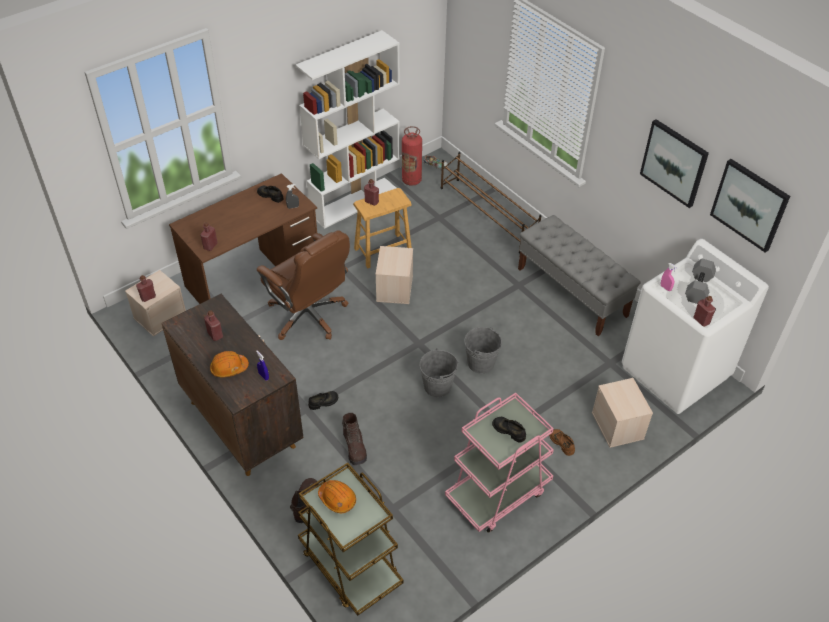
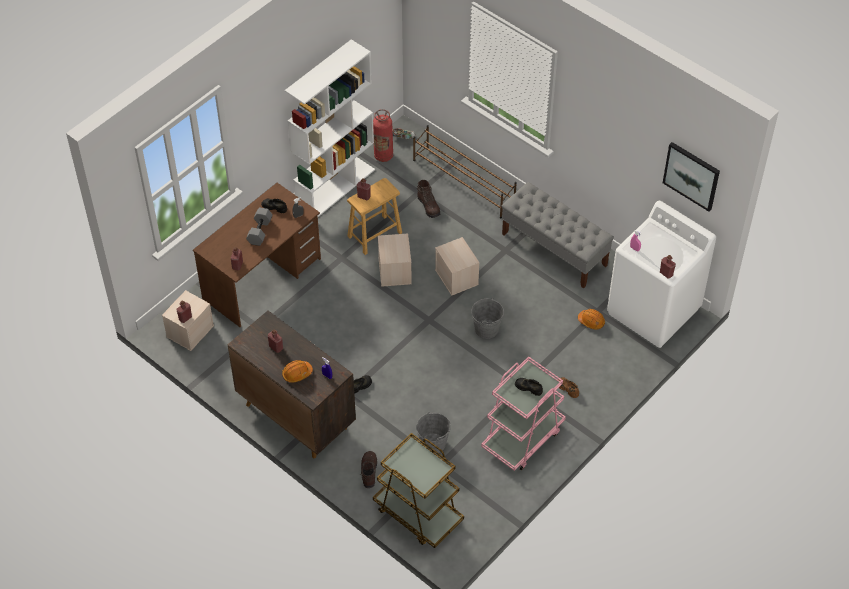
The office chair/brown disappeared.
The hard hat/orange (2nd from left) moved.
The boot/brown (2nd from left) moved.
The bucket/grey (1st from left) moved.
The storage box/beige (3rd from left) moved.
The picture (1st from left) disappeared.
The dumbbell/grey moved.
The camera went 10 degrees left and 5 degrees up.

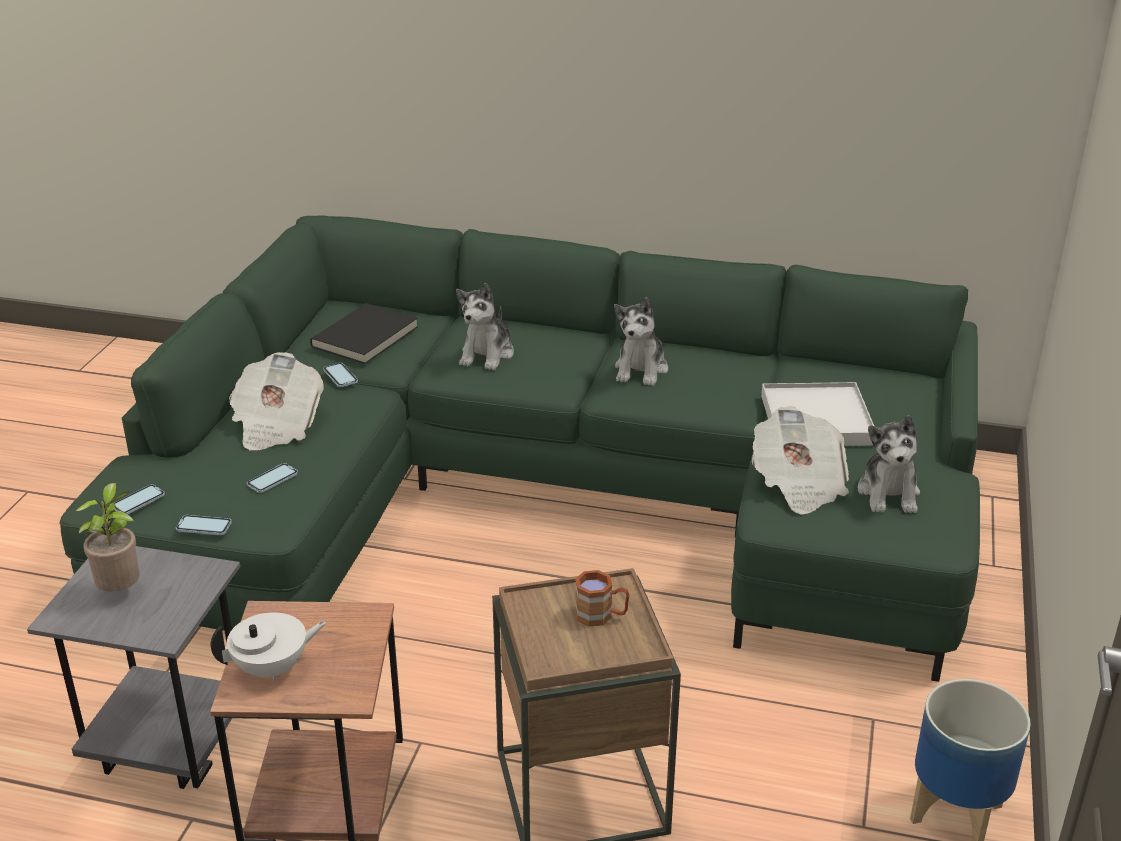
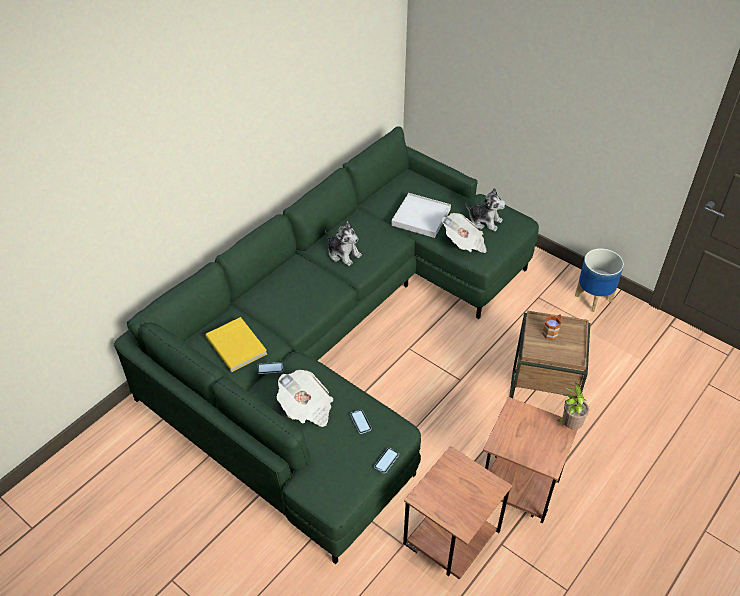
The side table/grey became the side table/brown (1st from left).
The potted plant moved.
The phone (1st from left) disappeared.
The teapot/white disappeared.
The book/black became the book/yellow.
The plush toy (1st from left) disappeared.
The camera went 65 degrees left and 15 degrees up.

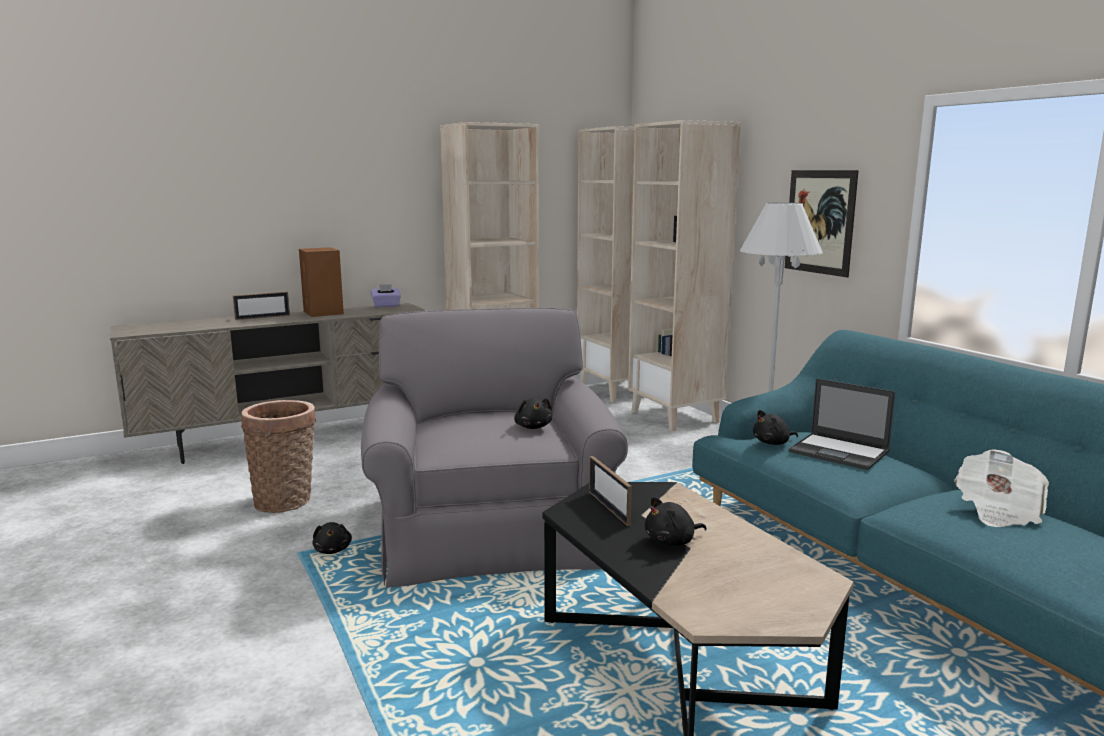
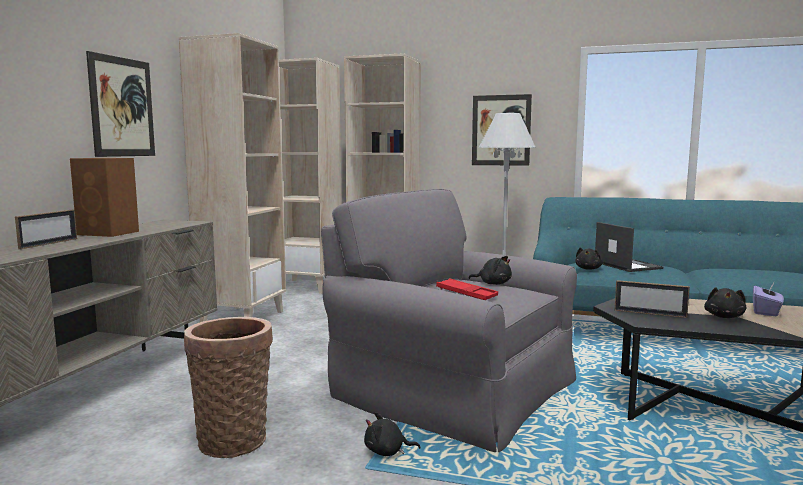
The plush toy/black (1st from left) turned 150 degrees clockwise.
The tissue box/purple moved.
The laptop turned 105 degrees counterclockwise.
The newspaper disappeared.
The picture (1st from left) appeared.
The tray/red appeared.
The camera went 45 degrees left and 5 degrees down.

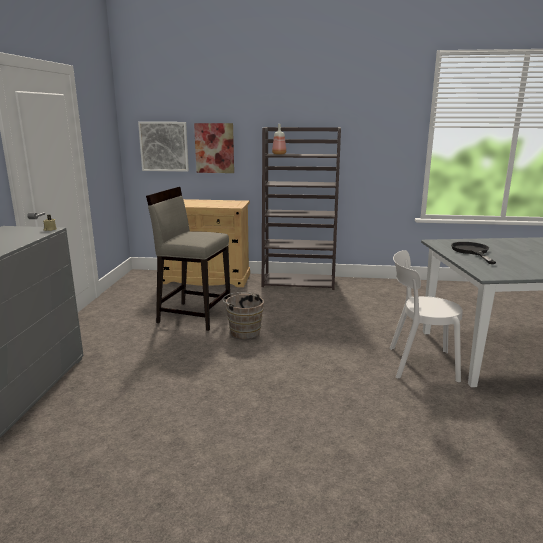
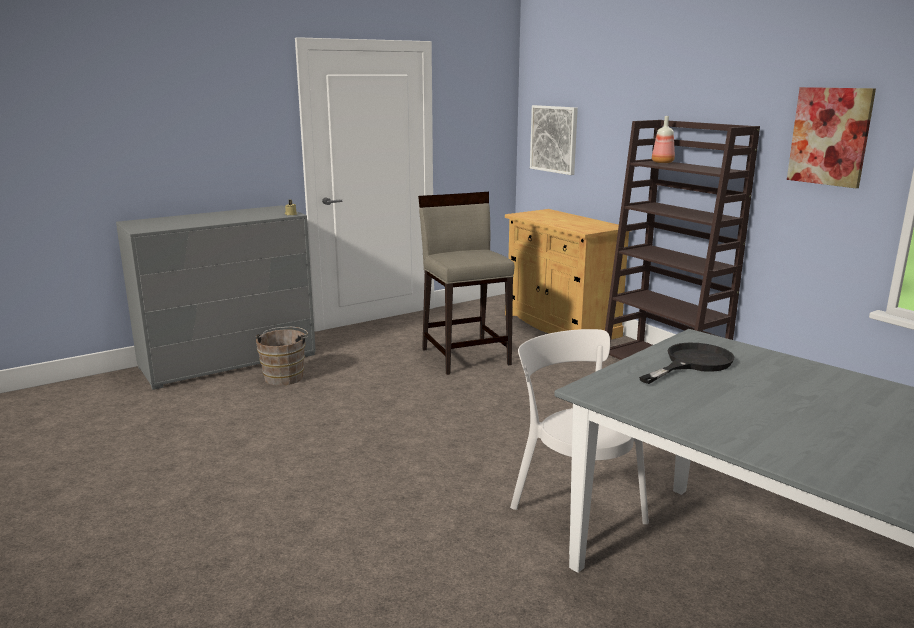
The picture (2nd from left) moved.
The bucket/brown moved.
The camera went 50 degrees right and 0 degrees up.

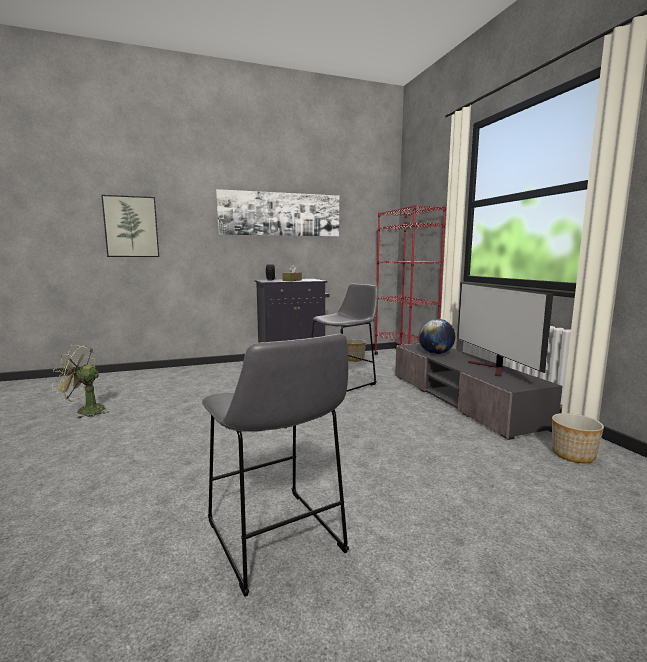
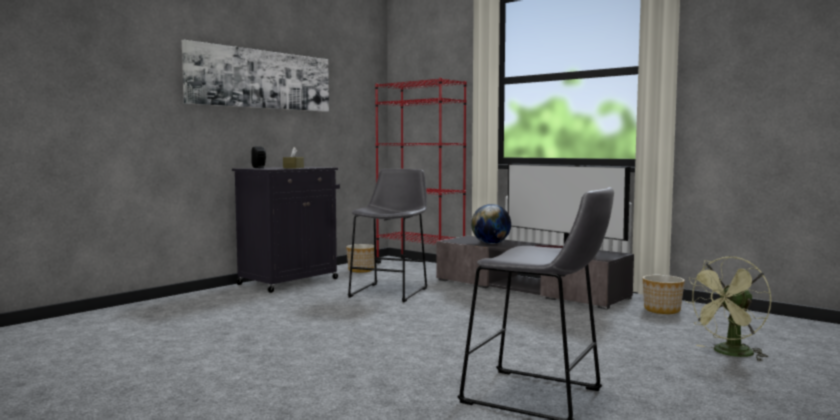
The fan/green moved.
The picture (1st from left) disappeared.
The camera went 30 degrees left and 5 degrees down.

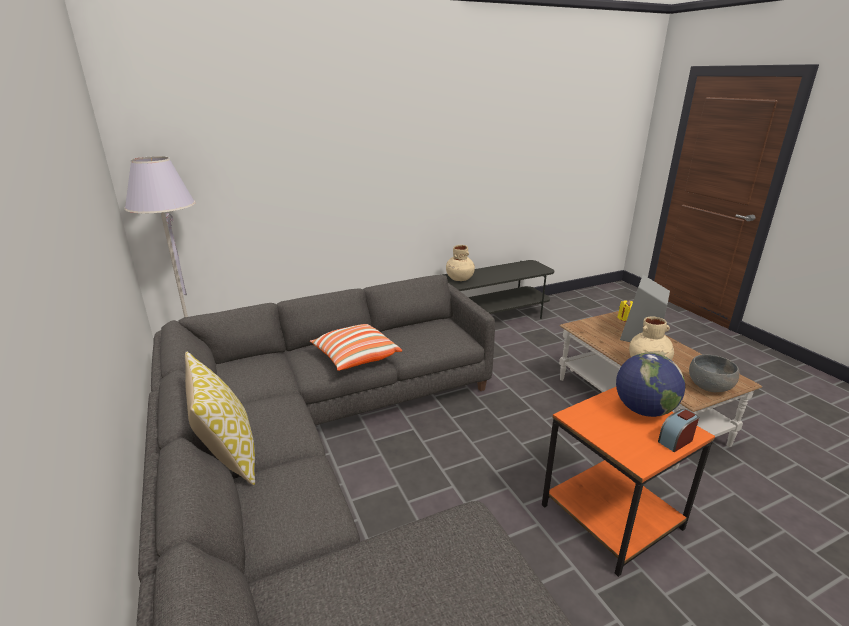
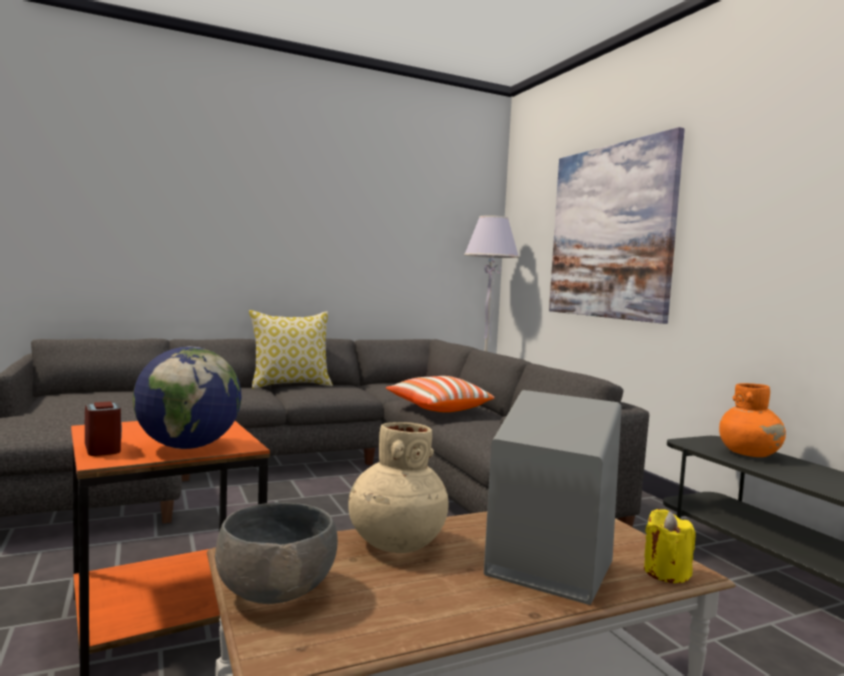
The vase/beige (1st from left) became the vase/orange.
The picture appeared.
The camera went 90 degrees right and 20 degrees down.

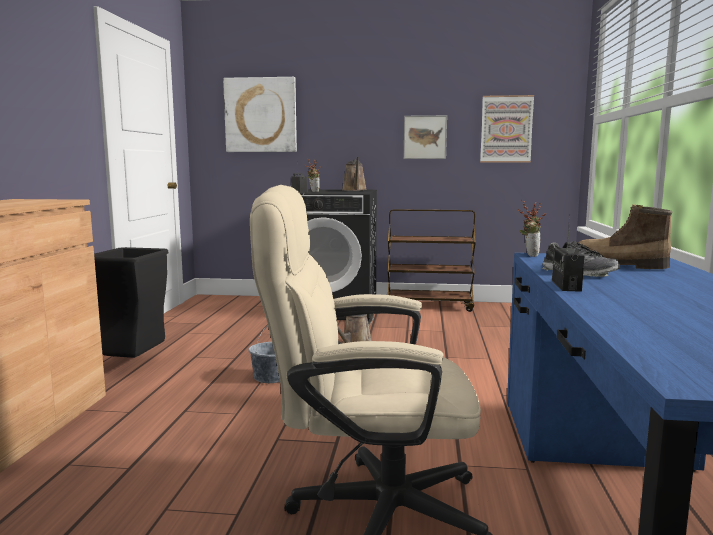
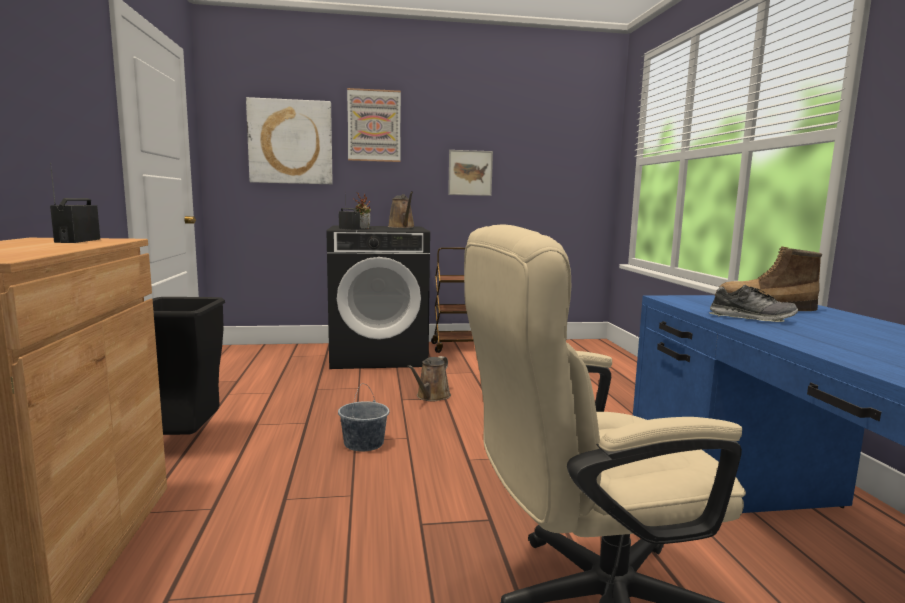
The picture (3rd from left in the first image) moved.
The potted plant (2nd from left) disappeared.
The radio (2nd from left in the first image) moved.
The camera went 15 degrees left and 0 degrees up.

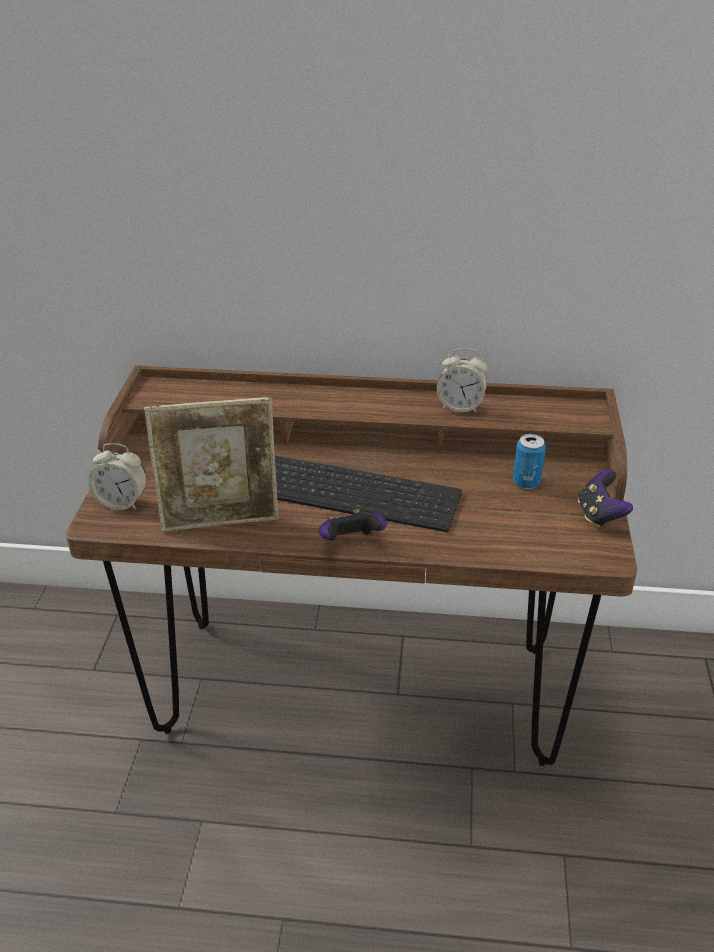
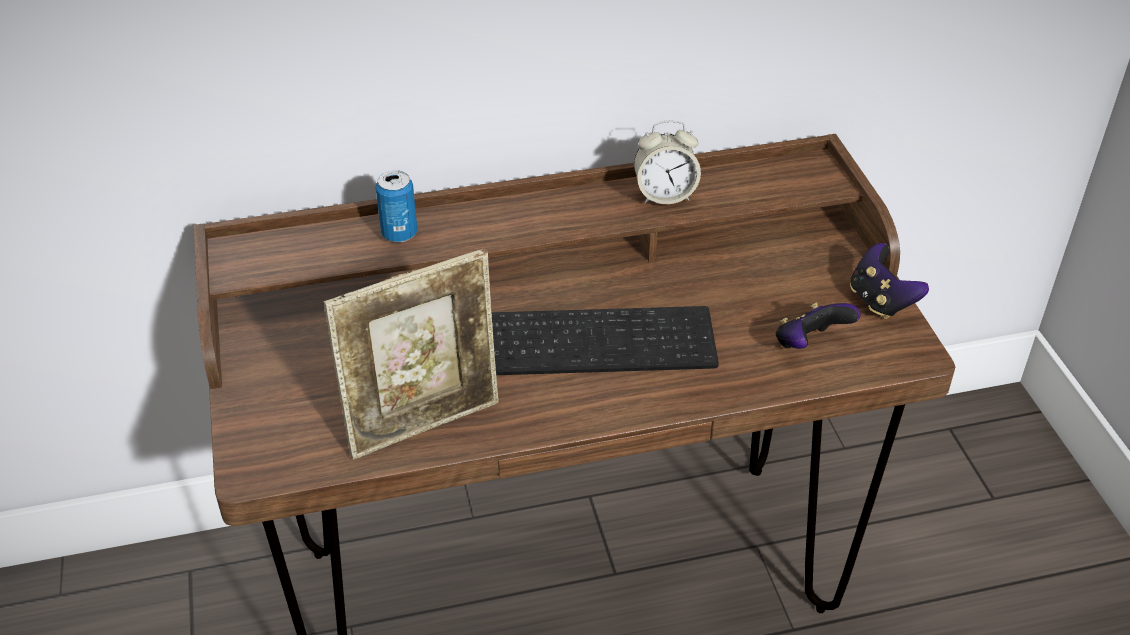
The alarm clock (1st from left) disappeared.
The game controller (1st from left) moved.
The can moved.
The camera went 20 degrees left and 5 degrees up.

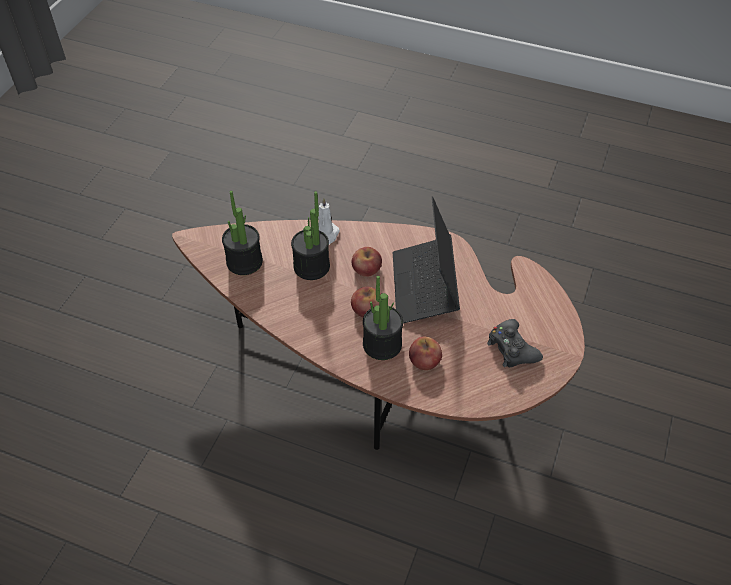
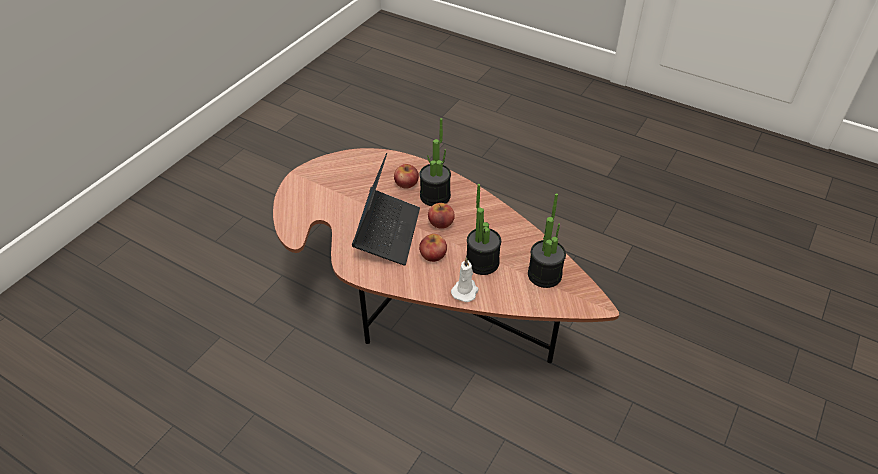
The game controller/black disappeared.
The camera went 170 degrees left and 5 degrees down.

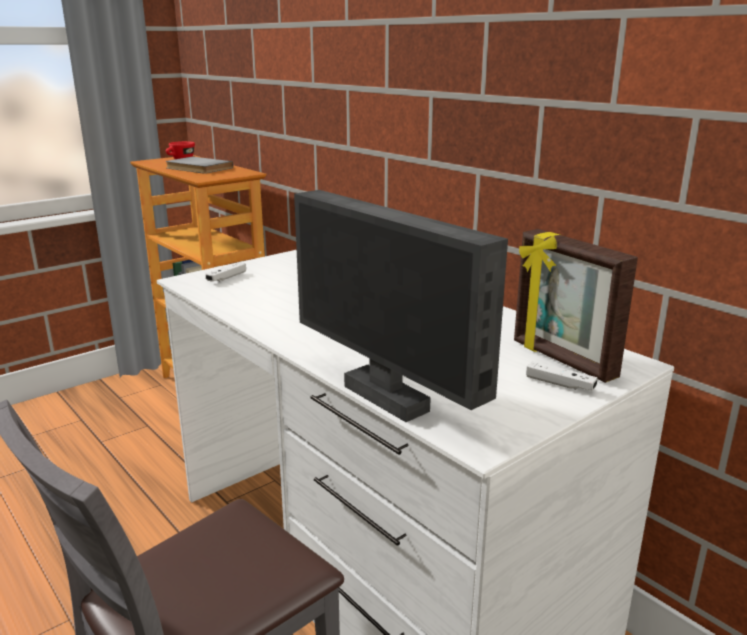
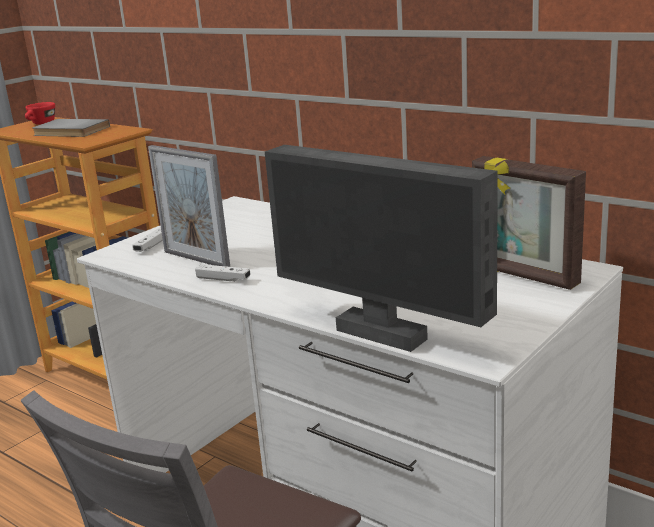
The game controller/white (2nd from left) moved.
The picture frame (1st from left) appeared.
The camera went 10 degrees left and 0 degrees up.

